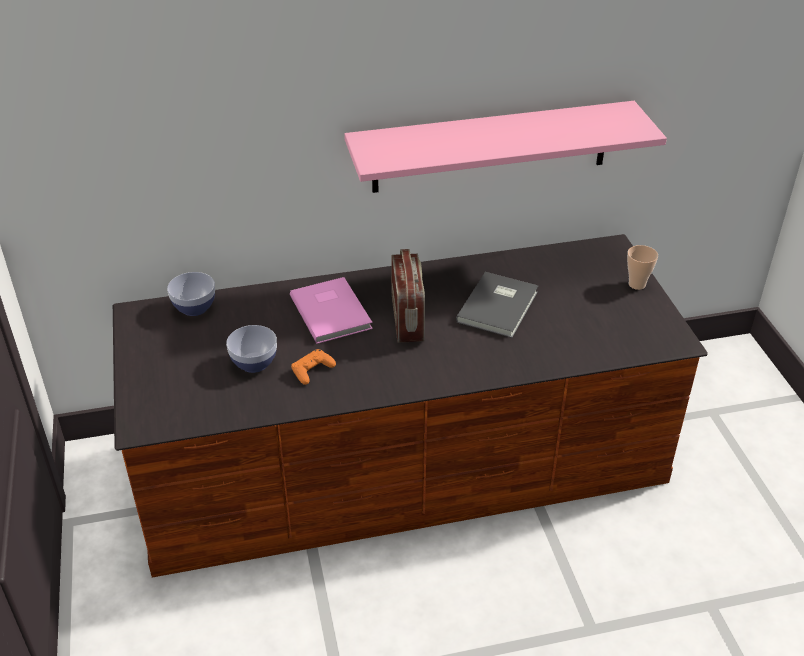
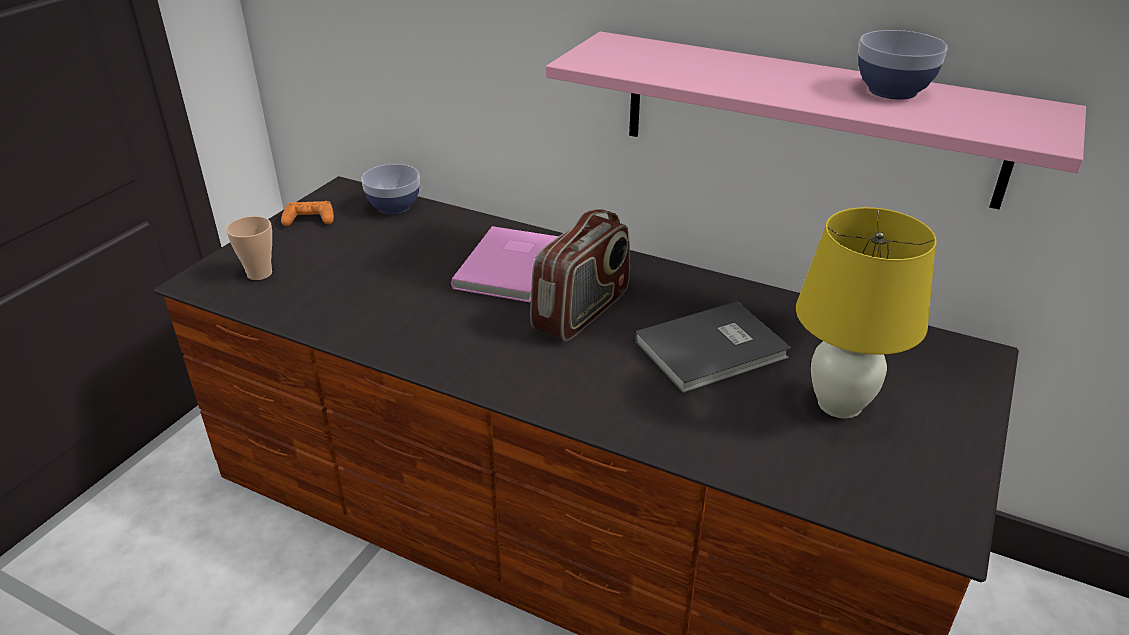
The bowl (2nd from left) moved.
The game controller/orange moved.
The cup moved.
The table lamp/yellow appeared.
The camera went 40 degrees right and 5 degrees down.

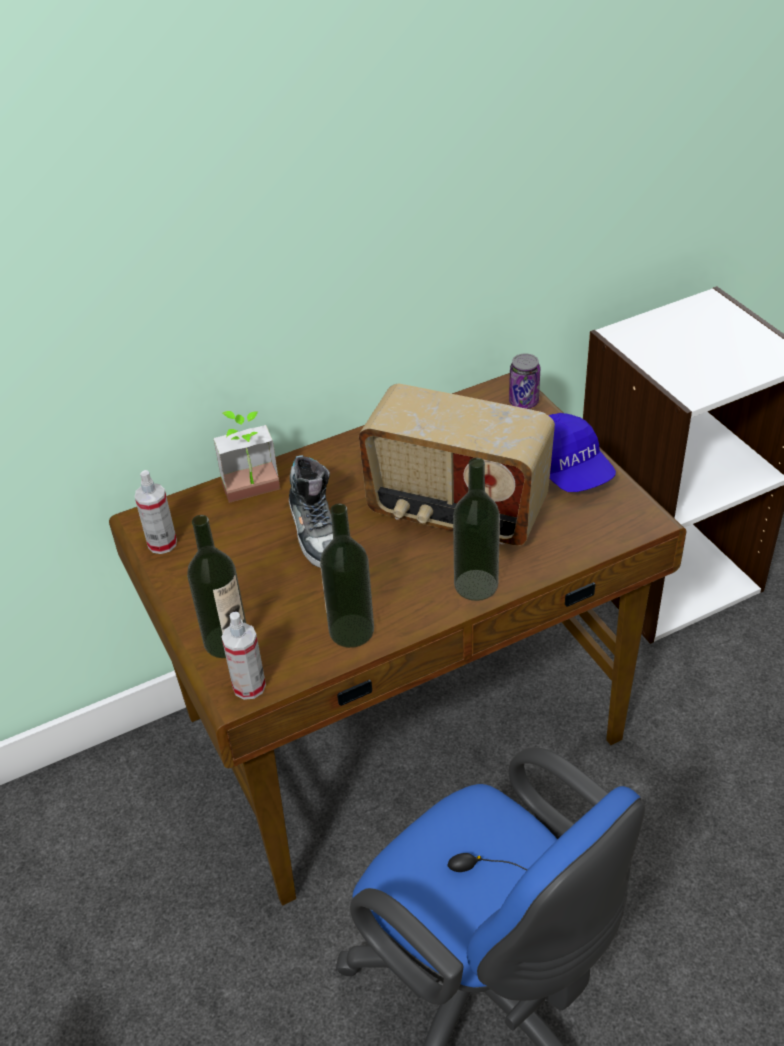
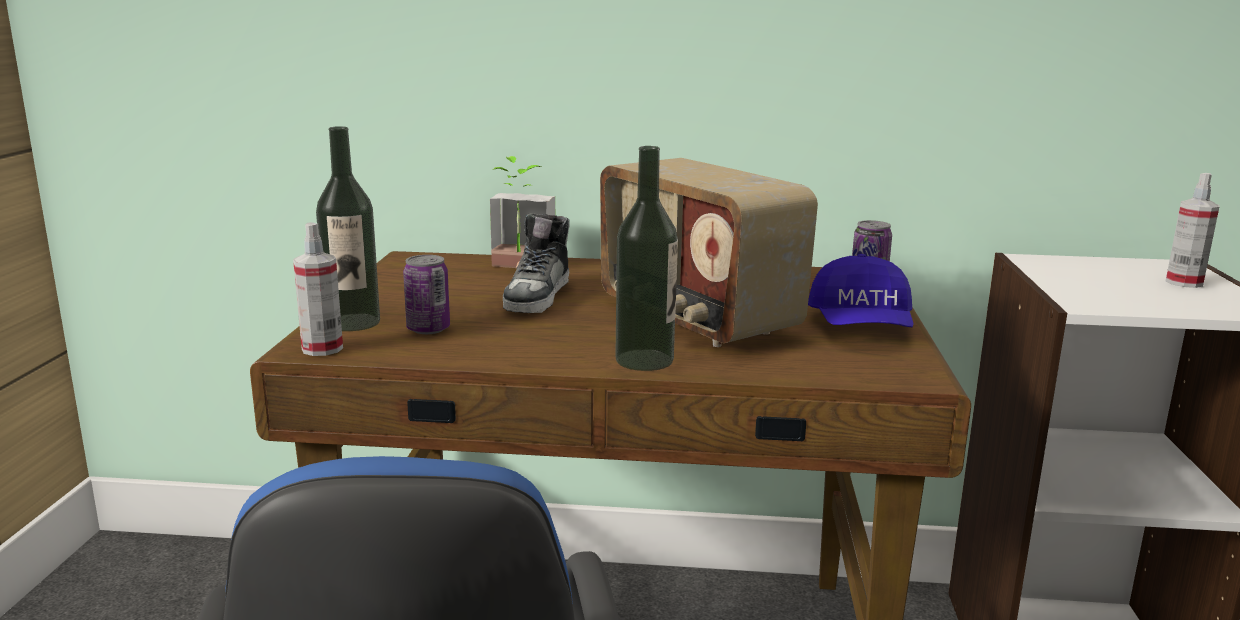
The spray bottle (1st from left in the first image) moved.
The bottle (2nd from left) disappeared.
The can (1st from left) appeared.
The camera went 30 degrees right and 25 degrees down.

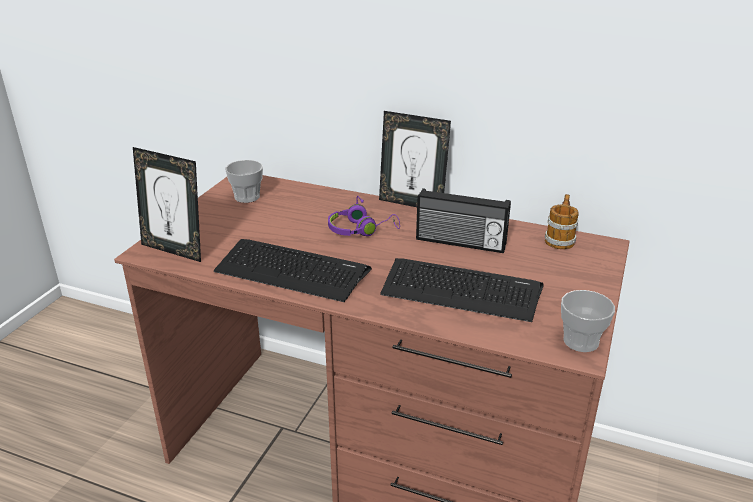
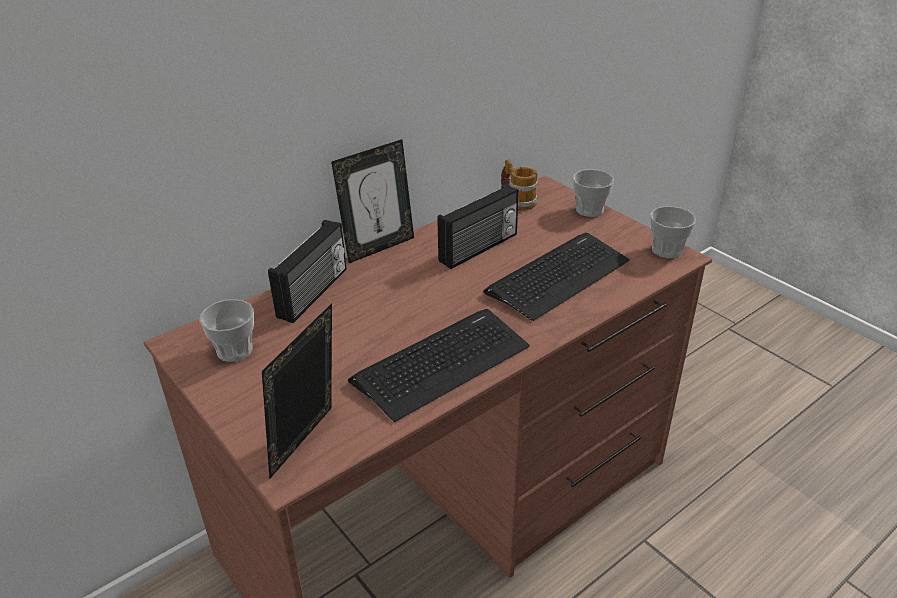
The picture frame (1st from left) turned 150 degrees clockwise.
The headphones/purple disappeared.
The radio (1st from left) appeared.
The cup (2nd from left) appeared.
The camera went 60 degrees left and 5 degrees up.

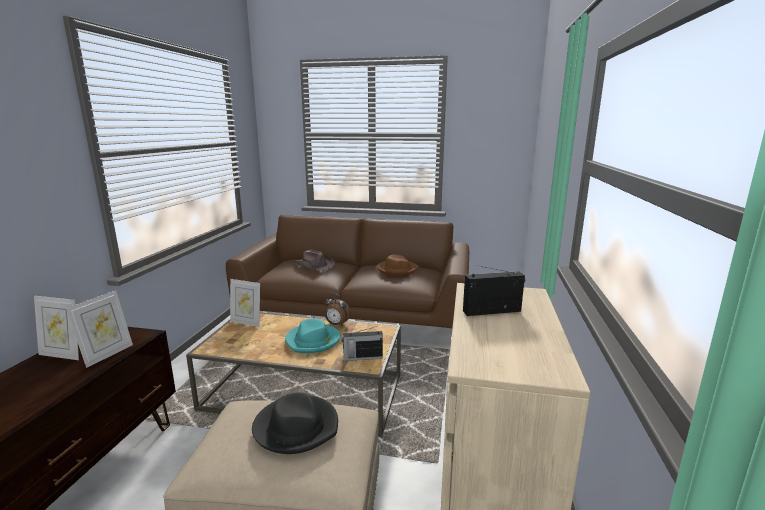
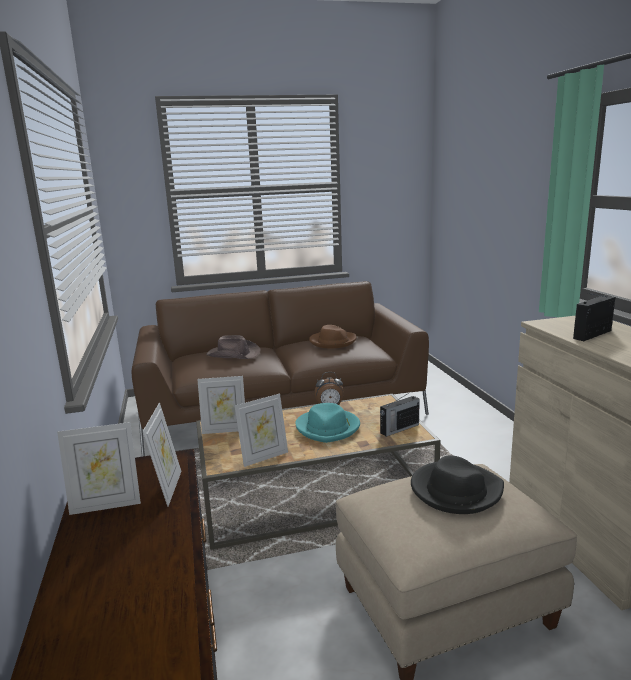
The picture frame (4th from left) appeared.
The camera went 25 degrees left and 0 degrees up.

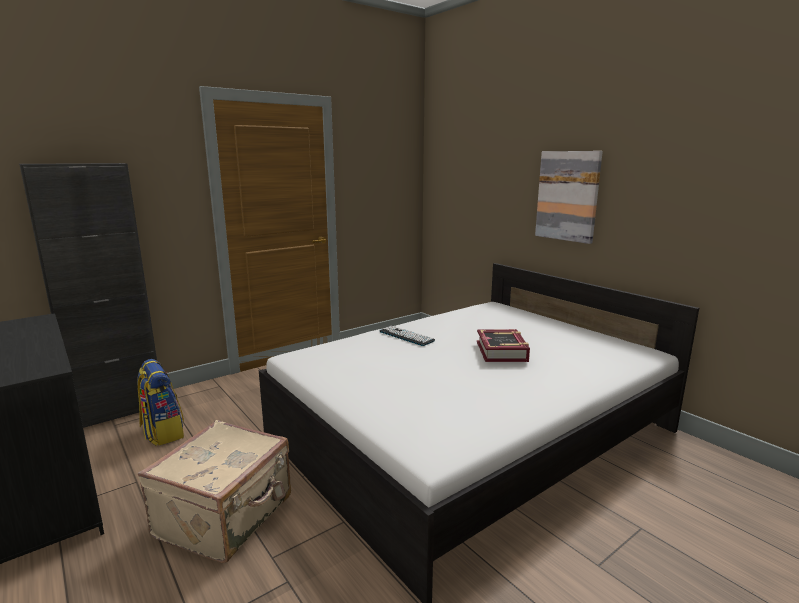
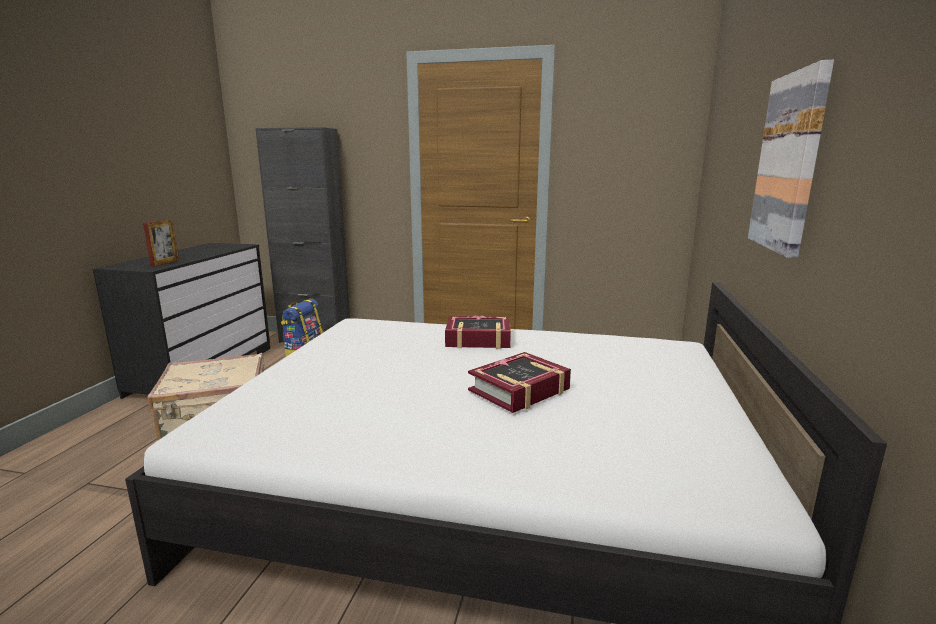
The keyboard was replaced by the book (1st from left).
The picture frame appeared.
The camera went 50 degrees right and 0 degrees up.

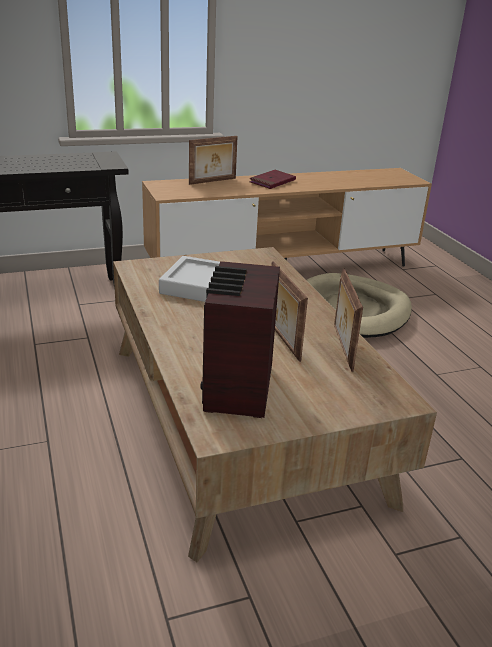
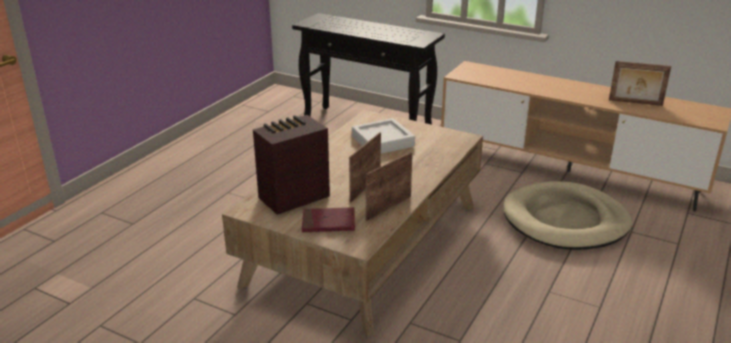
The picture frame (1st from left in the first image) moved.
The book/red moved.
The camera went 50 degrees right and 0 degrees up.

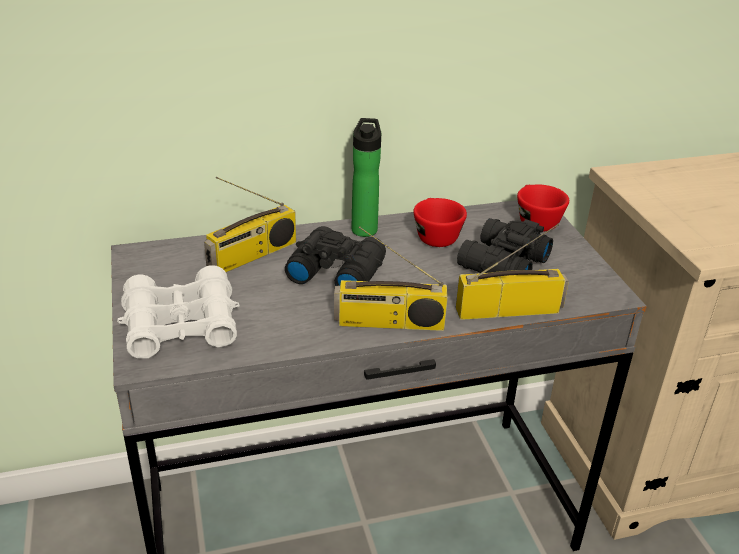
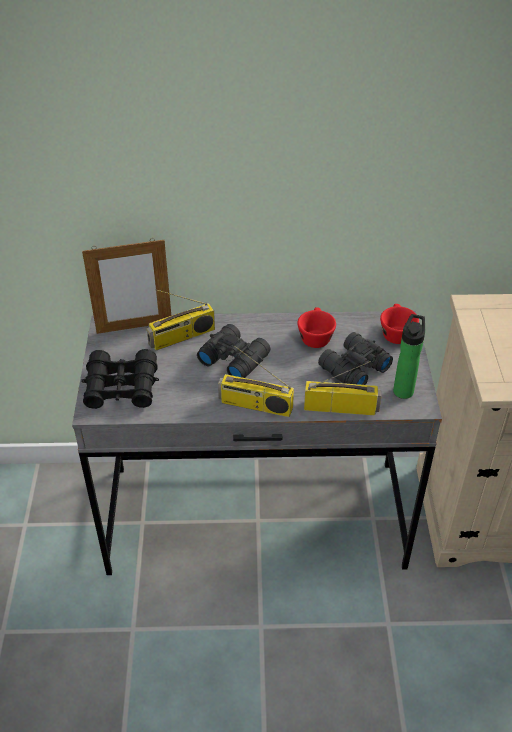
The binoculars/white became the binoculars/black (1st from left).
The bottle moved.
The picture frame appeared.
The camera went 15 degrees right and 10 degrees up.

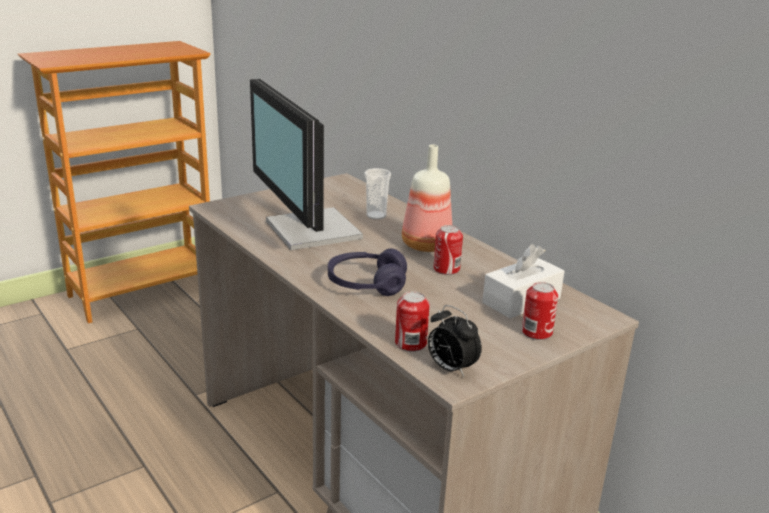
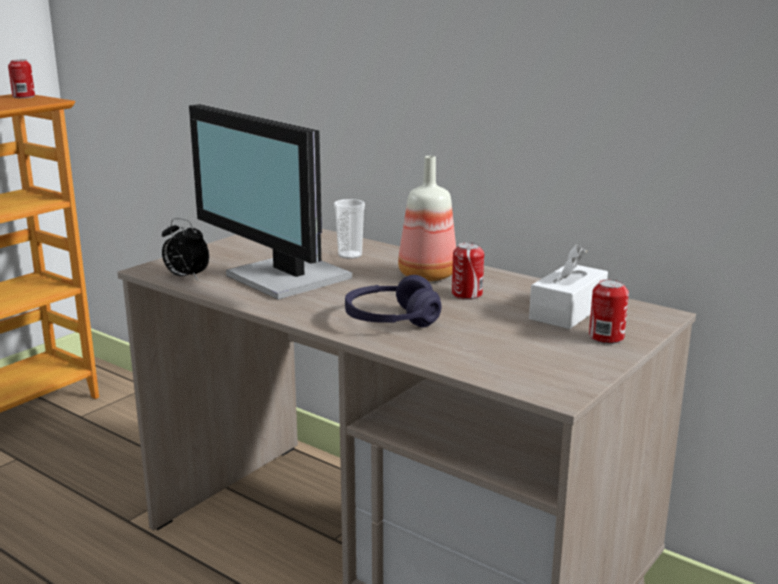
The can (1st from left) moved.
The alarm clock moved.
The camera went 15 degrees left and 5 degrees down.

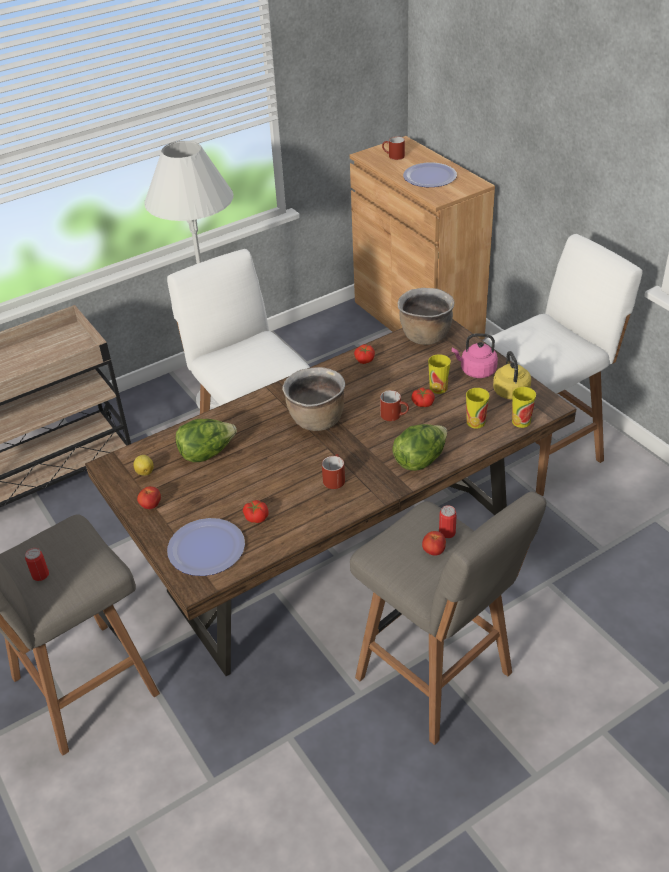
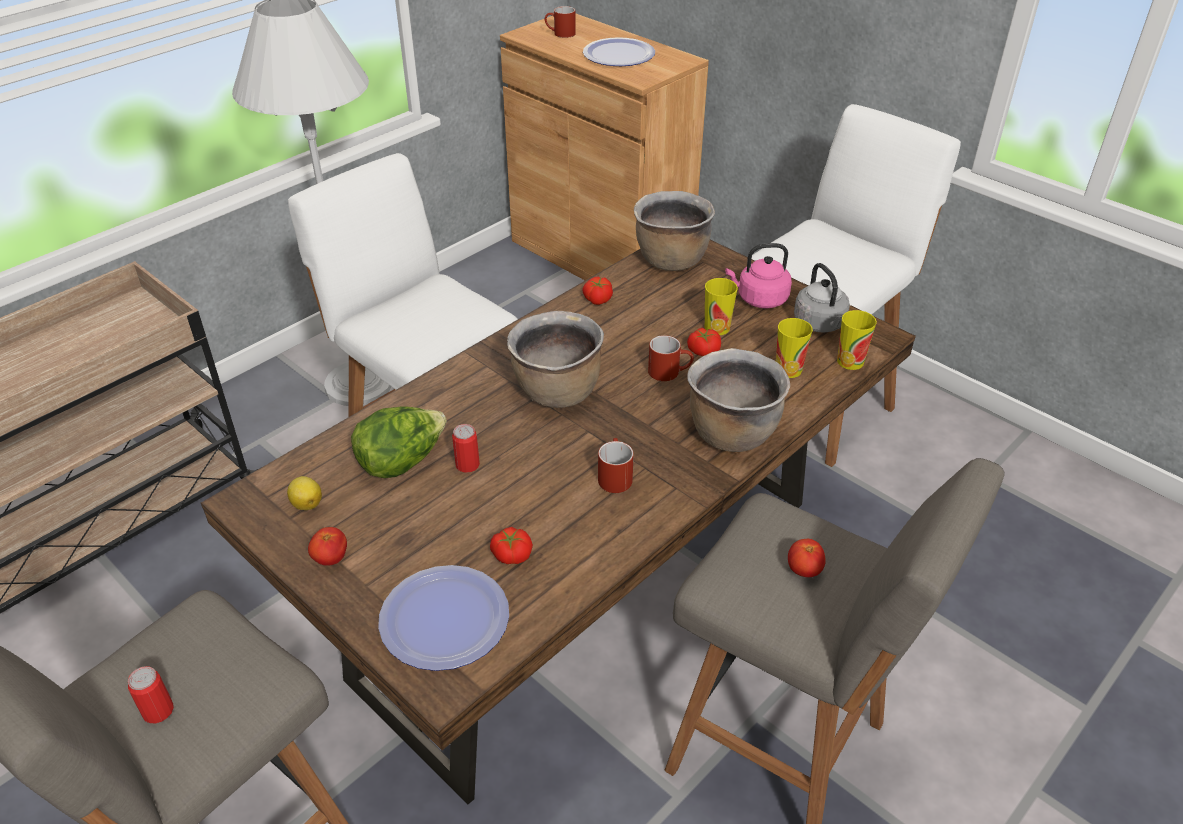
The lettuce (2nd from left) was replaced by the cooking pot/brown (3rd from left).
The can (2nd from left) moved.
The kettle/yellow became the kettle/grey.
The camera went 15 degrees left and 0 degrees up.

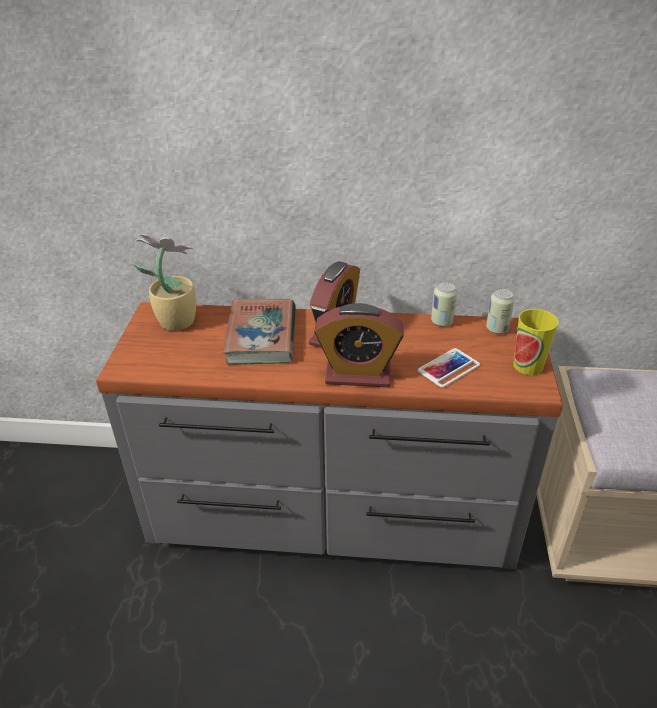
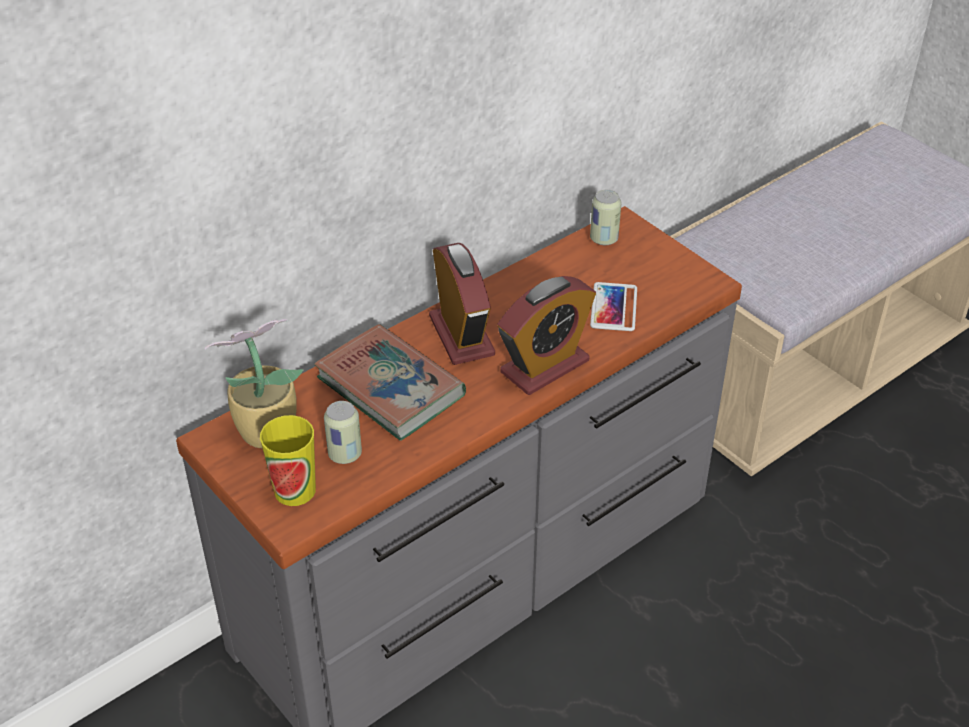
The can (1st from left) moved.
The cup moved.
The camera went 45 degrees left and 5 degrees up.

